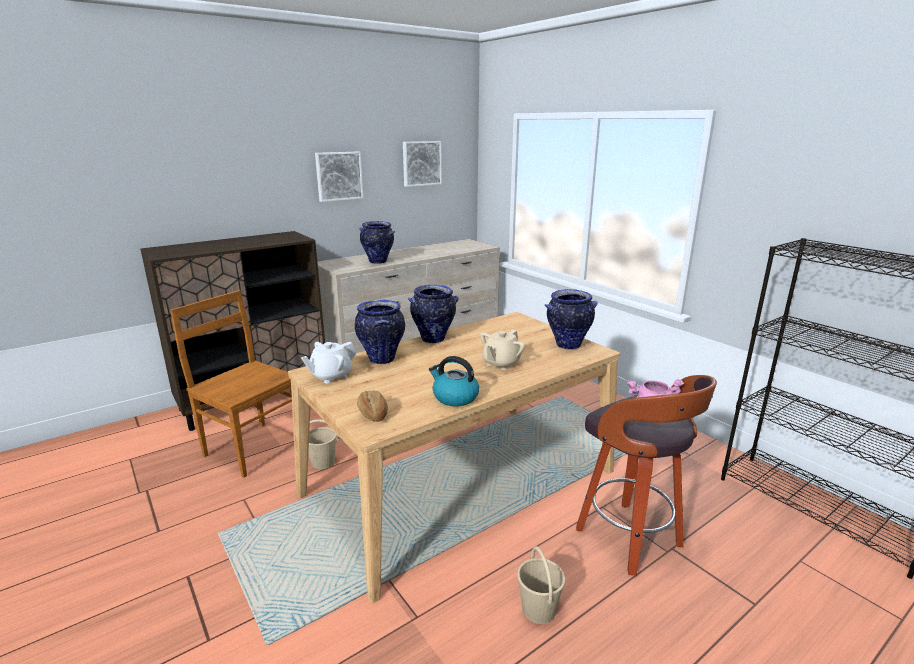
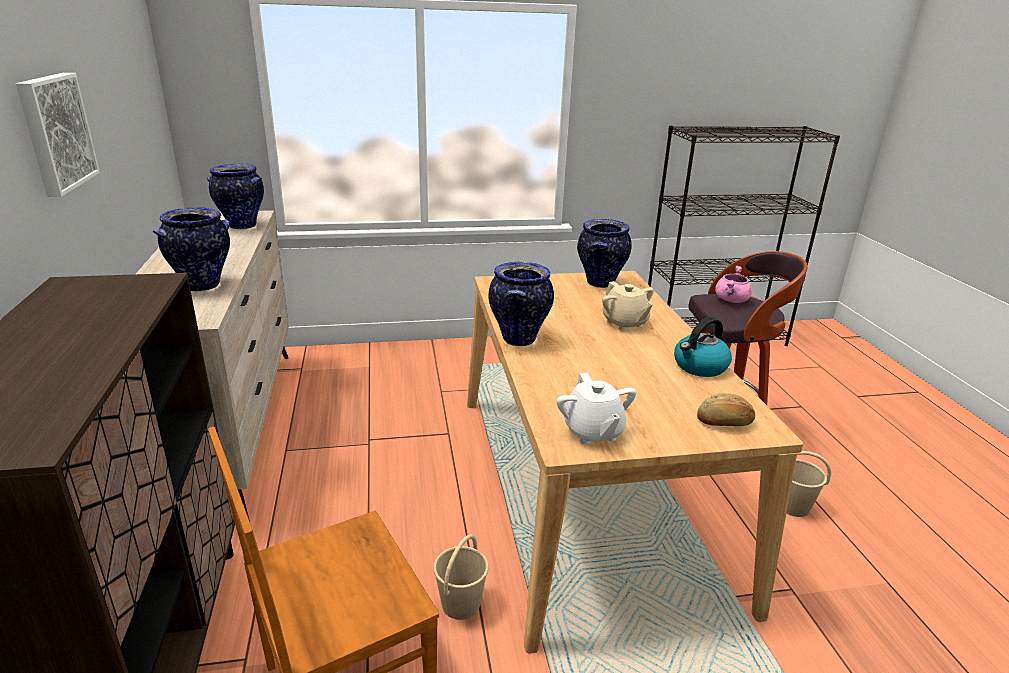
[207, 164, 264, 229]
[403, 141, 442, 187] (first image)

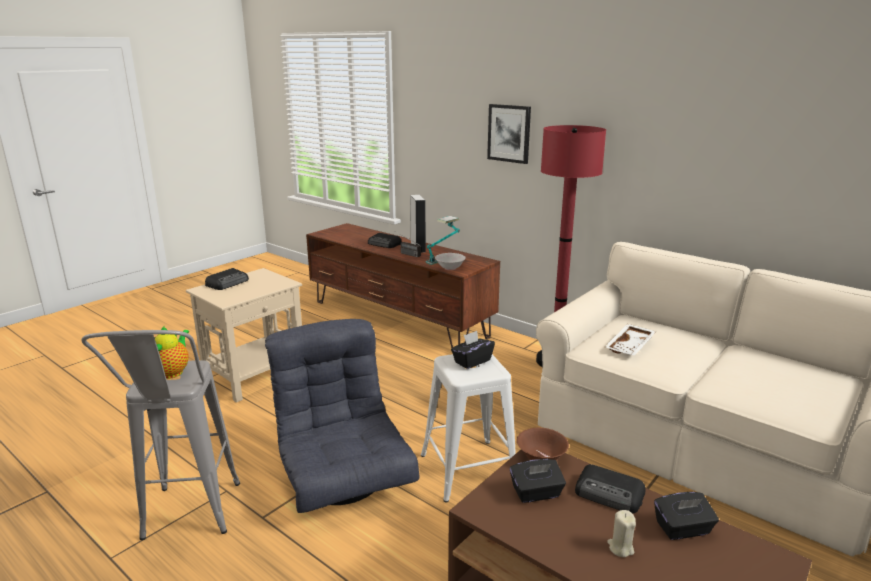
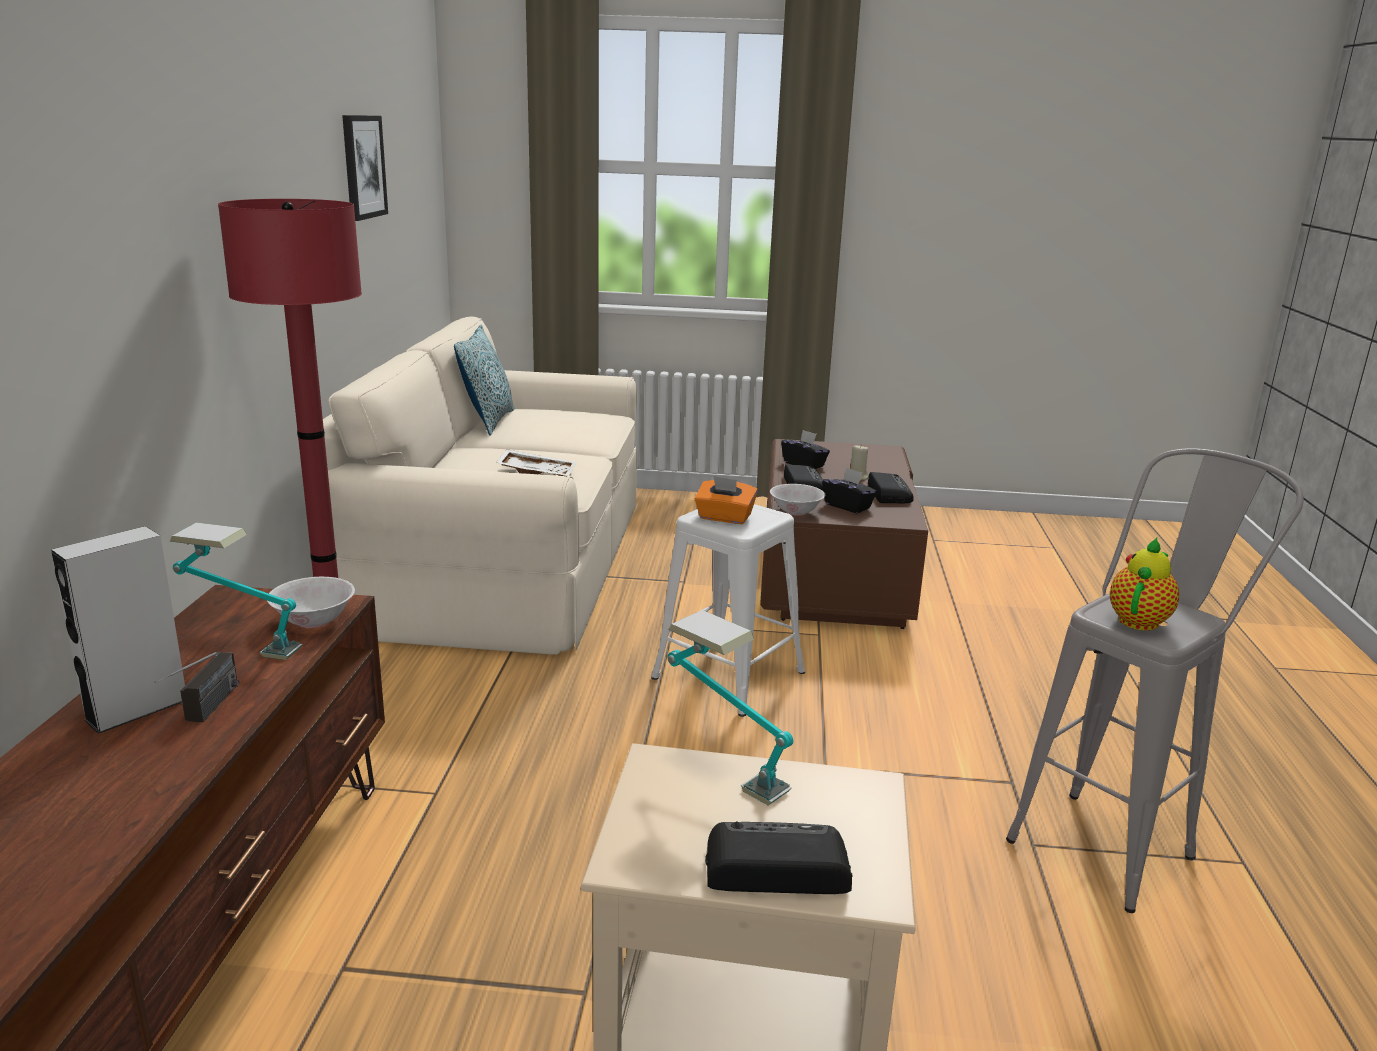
[342, 115, 388, 221]
[454, 325, 514, 436]
[667, 610, 793, 806]
[694, 476, 758, 524]
[770, 484, 825, 516]
[868, 472, 914, 503]
[1110, 537, 1179, 631]
[265, 319, 420, 513] (first image)

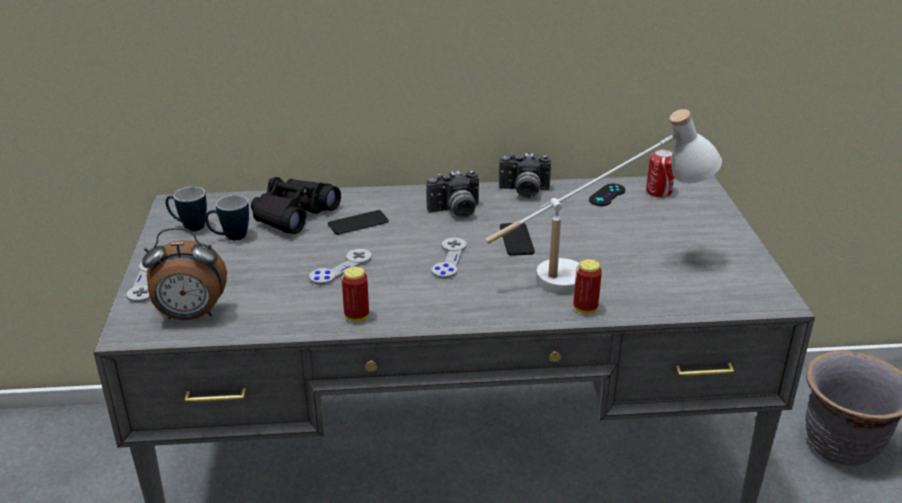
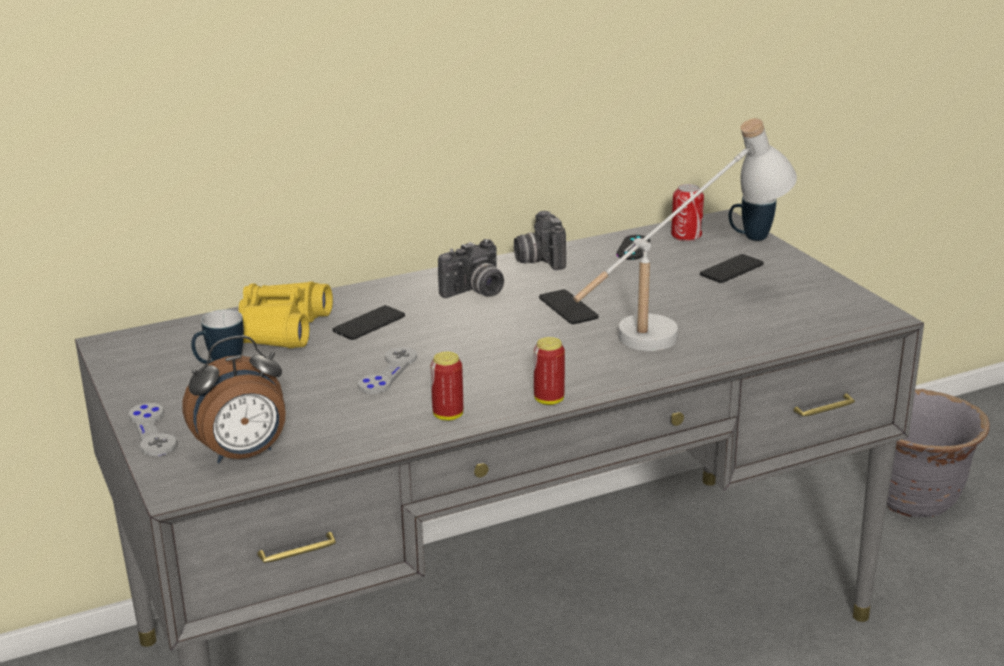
[239, 282, 333, 348]
[514, 211, 566, 270]
[534, 337, 565, 405]
[700, 254, 764, 283]
[729, 195, 777, 241]
[432, 237, 466, 279] (first image)

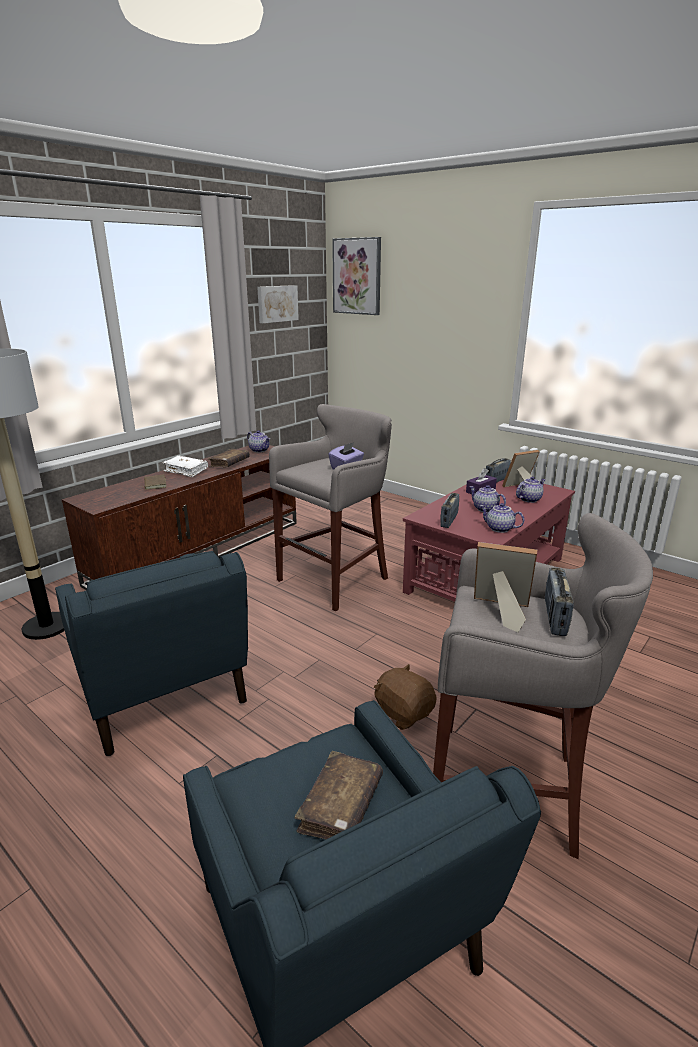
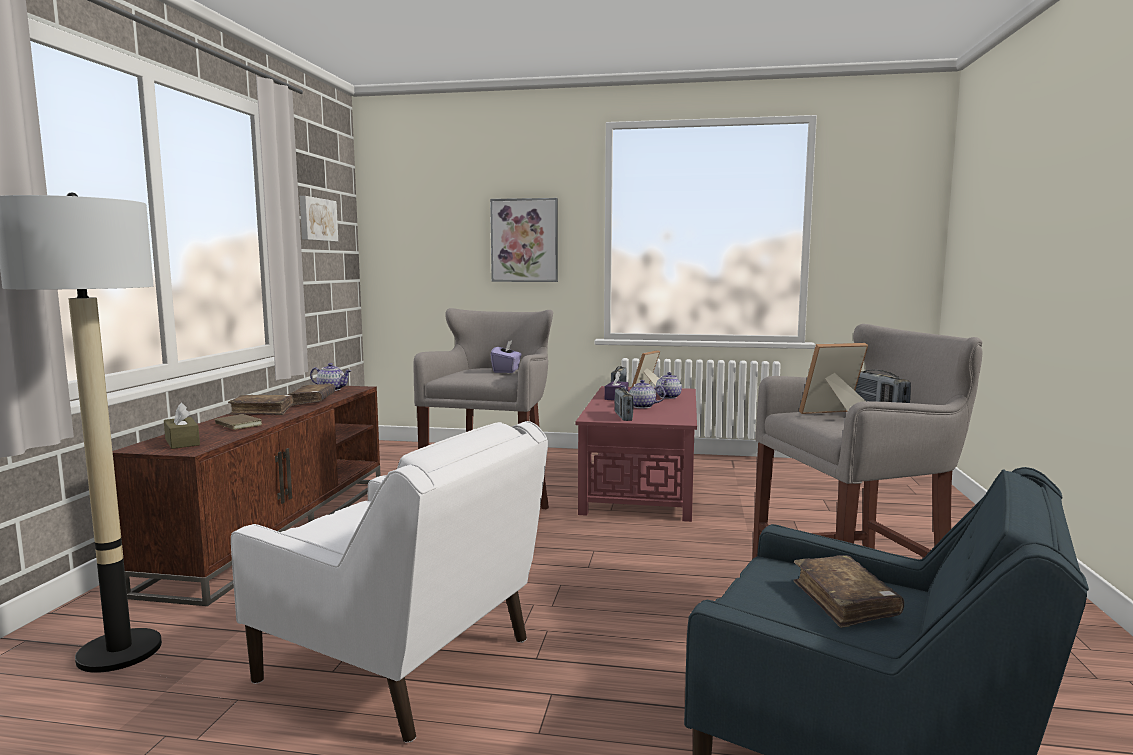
[164, 403, 200, 449]
[228, 395, 293, 415]
[231, 421, 548, 743]
[490, 198, 558, 282]
[374, 664, 437, 730] (first image)
[480, 503, 524, 533] (first image)

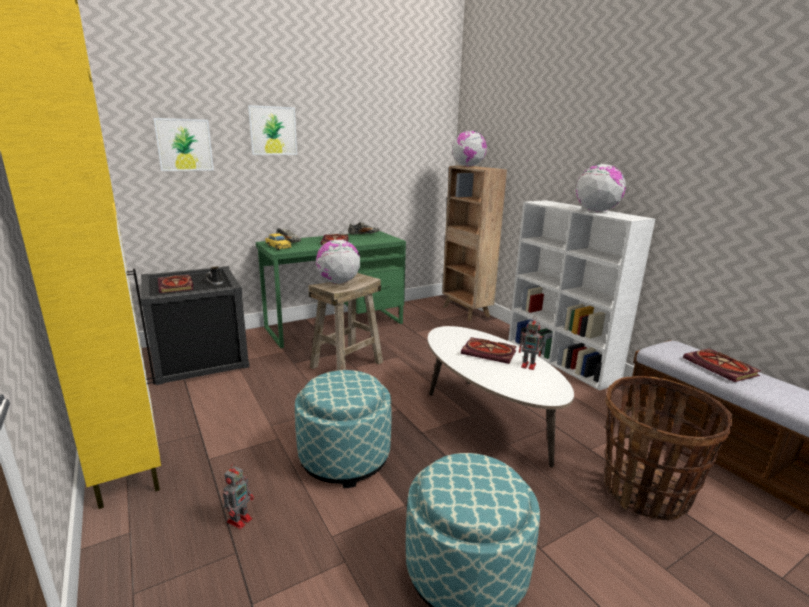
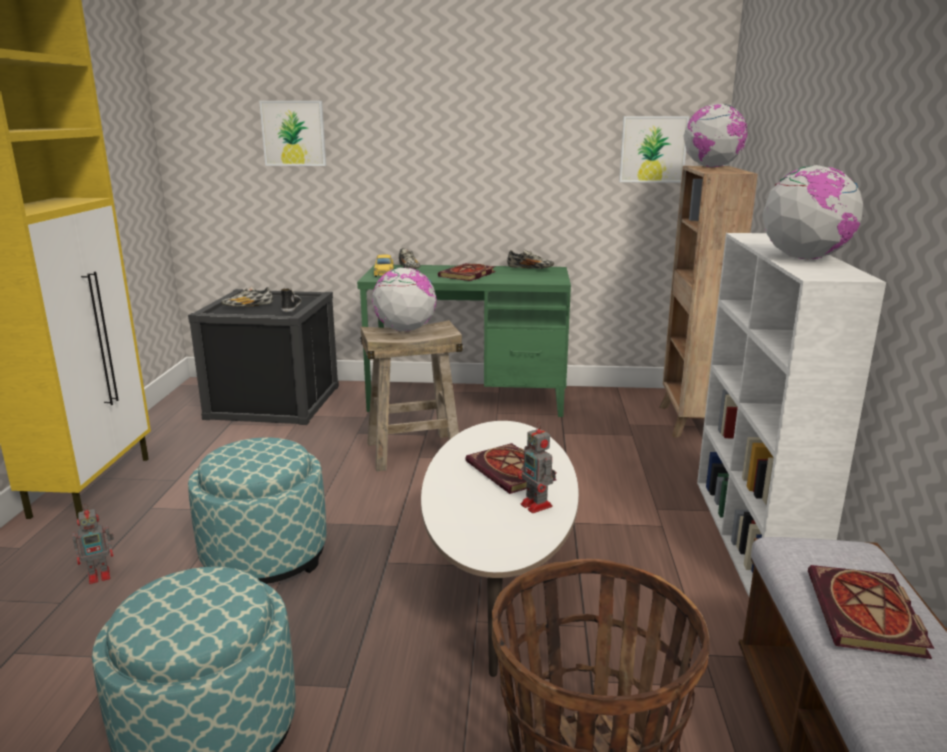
[221, 286, 273, 307]
[619, 116, 689, 183]

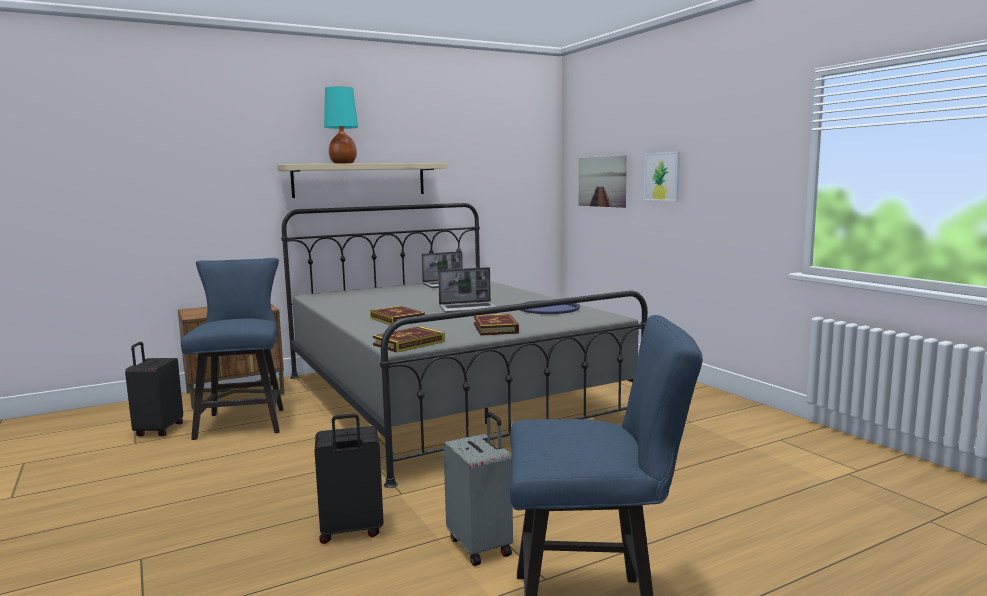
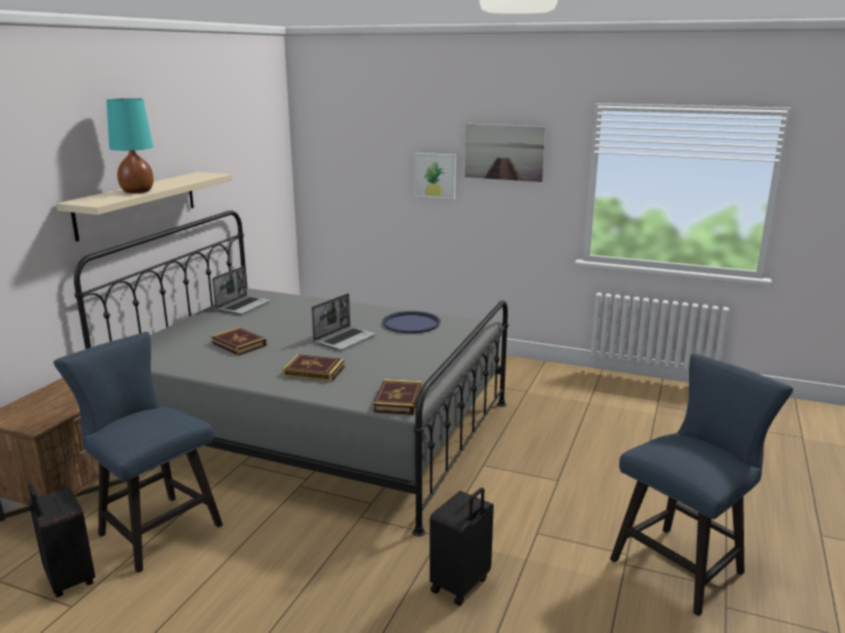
[210, 327, 267, 356]
[465, 123, 546, 182]
[443, 412, 513, 566] (first image)

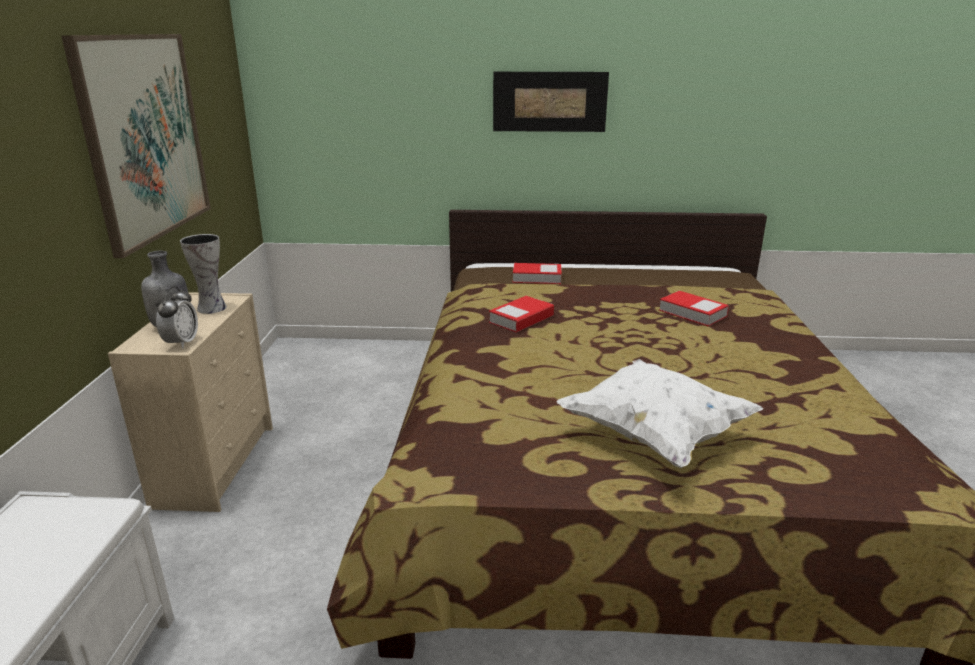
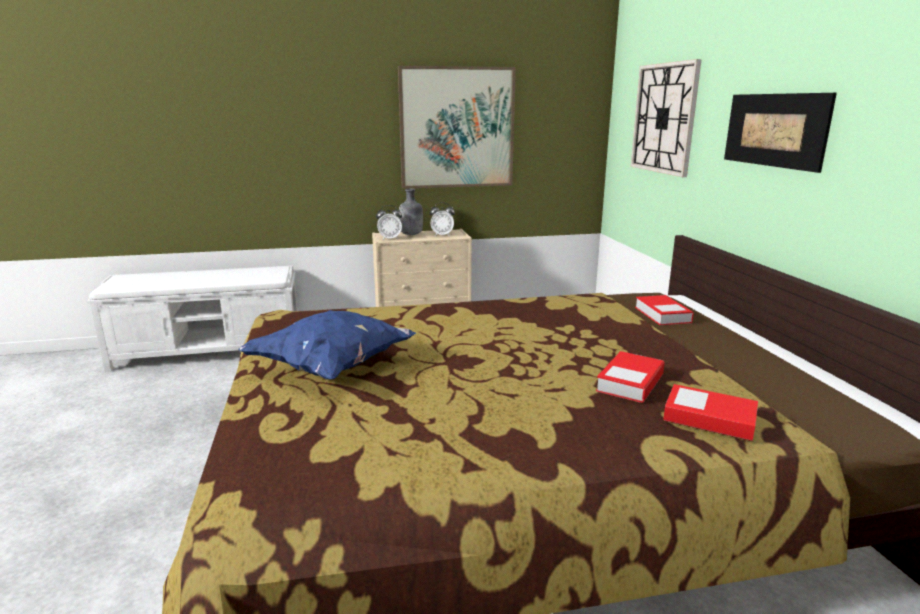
[238, 310, 416, 379]
[430, 202, 455, 237]
[631, 59, 702, 177]
[663, 384, 758, 441]

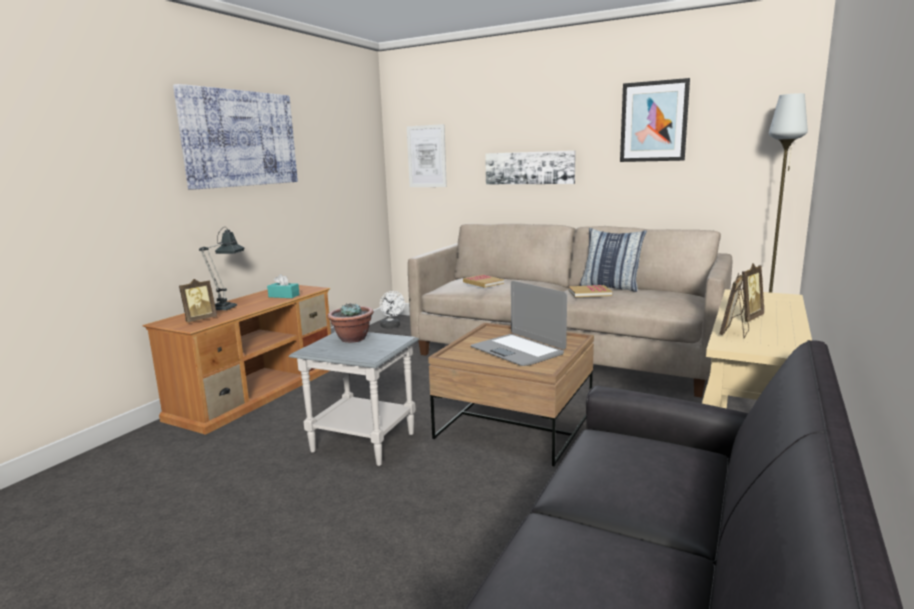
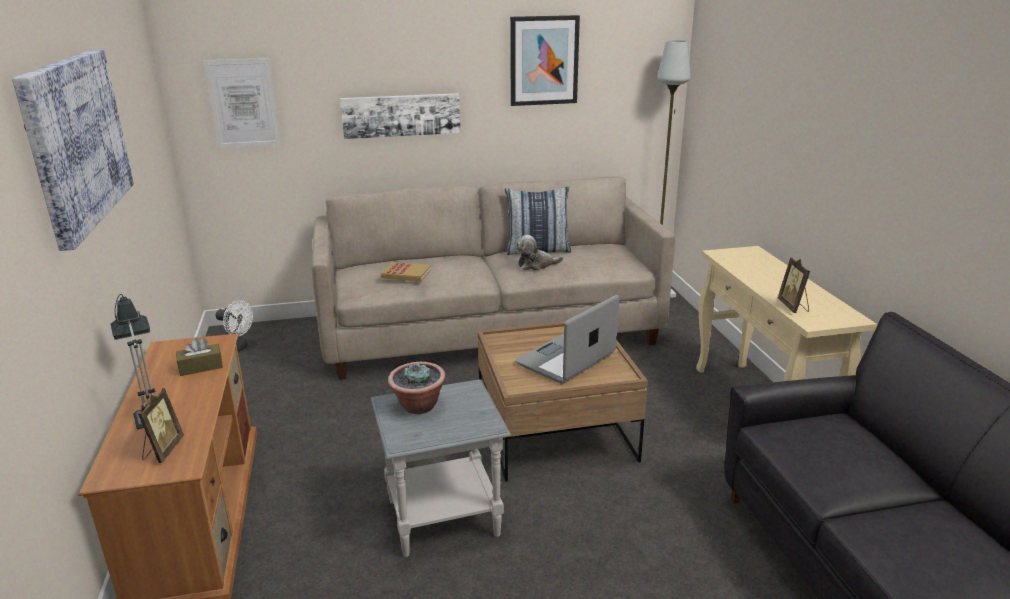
[176, 337, 223, 376]
[515, 295, 619, 384]
[516, 235, 563, 270]
[733, 263, 764, 322] (first image)

